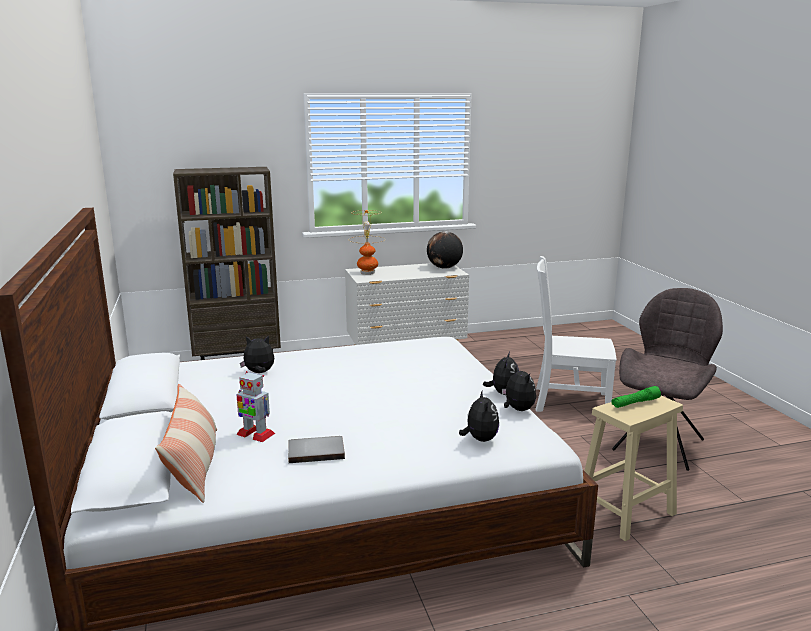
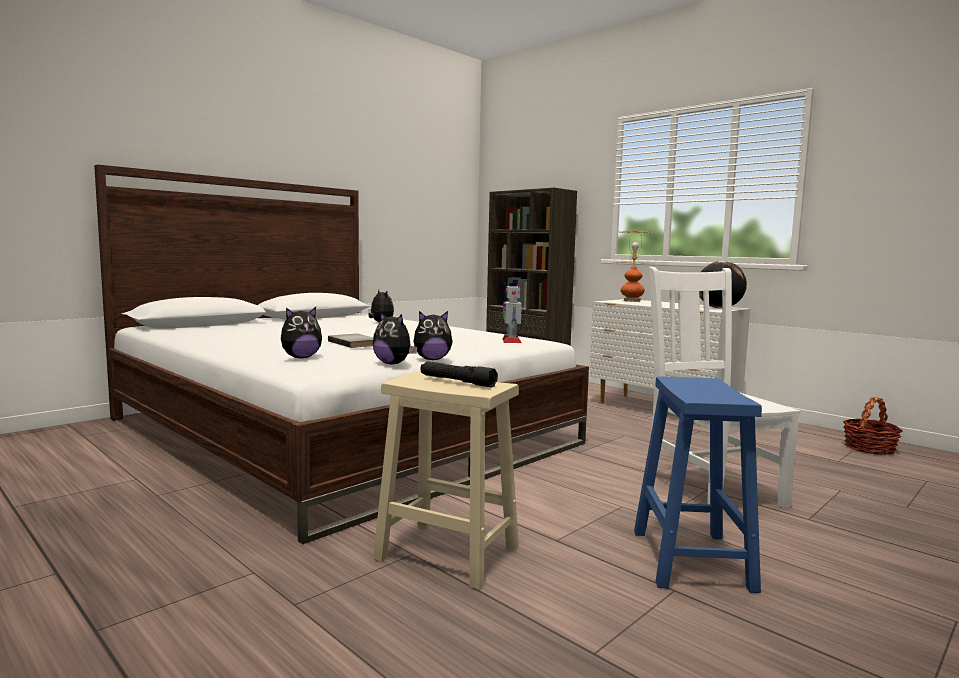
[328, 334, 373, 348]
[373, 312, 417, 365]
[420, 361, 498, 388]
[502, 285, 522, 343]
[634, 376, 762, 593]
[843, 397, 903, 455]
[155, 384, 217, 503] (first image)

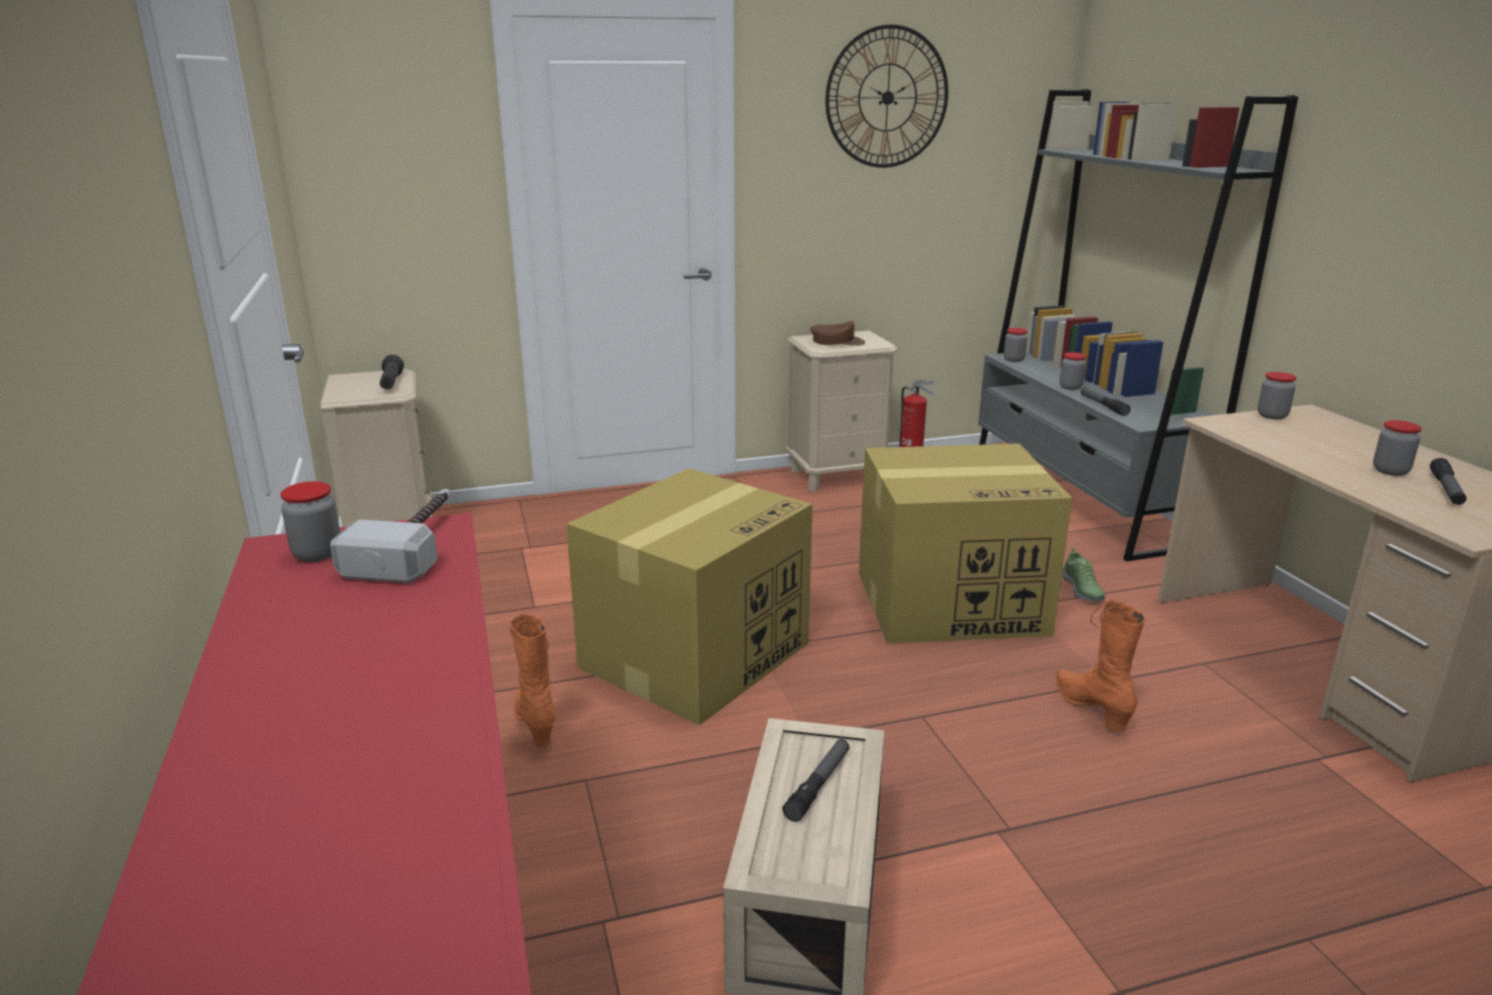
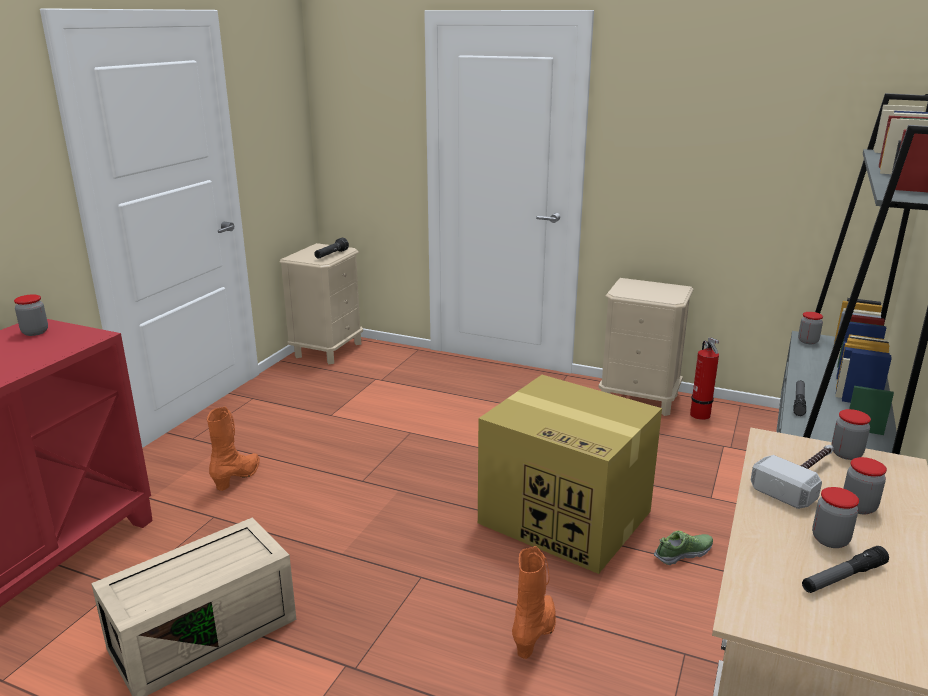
[654, 531, 713, 565]
[751, 445, 834, 509]
[843, 457, 887, 514]
[566, 468, 813, 725] (first image)
[782, 739, 849, 822] (first image)
[810, 321, 865, 346] (first image)
[825, 24, 948, 168] (first image)

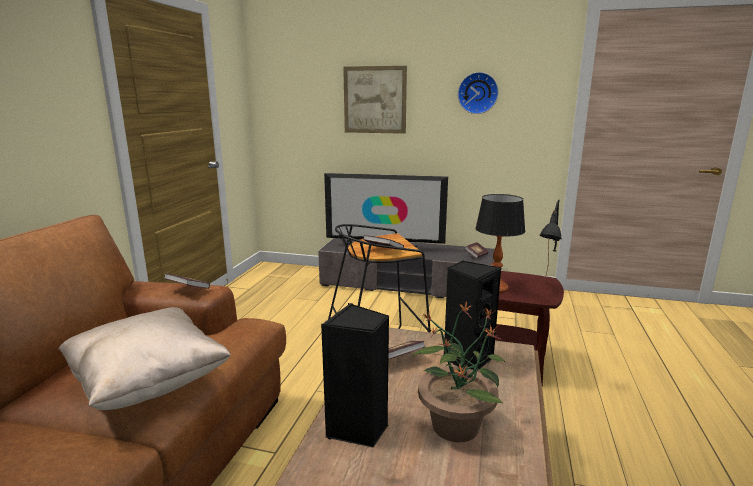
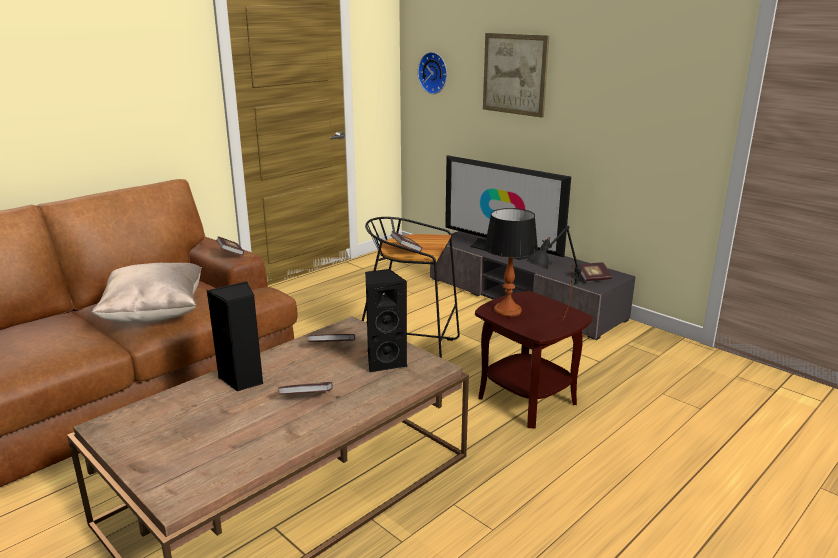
[279, 382, 333, 394]
[418, 52, 447, 94]

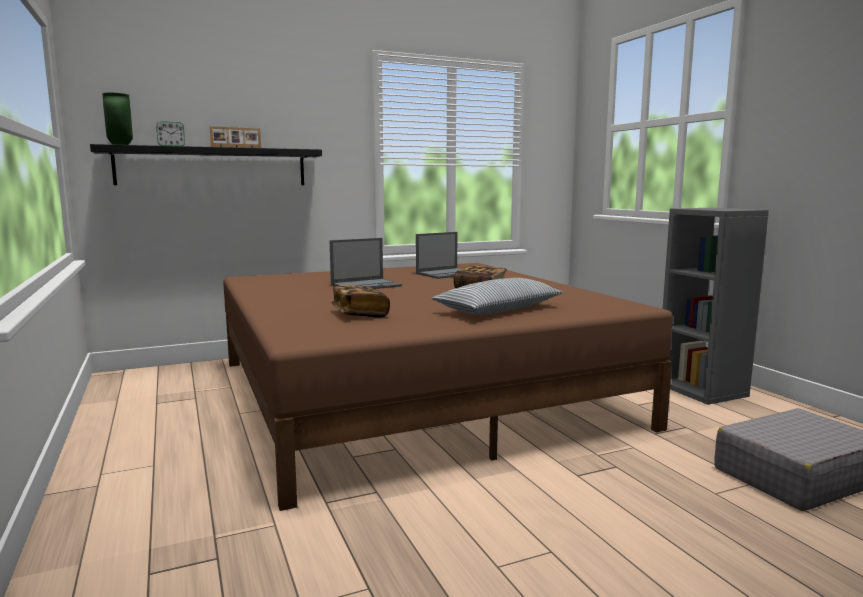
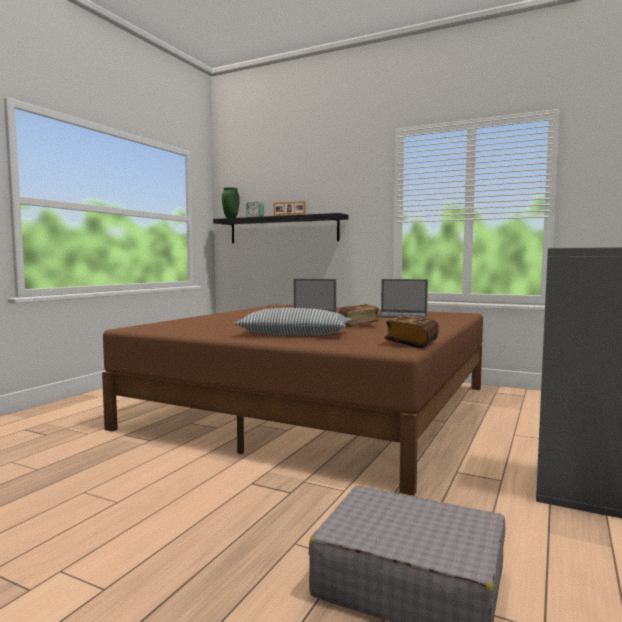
[384, 315, 439, 348]

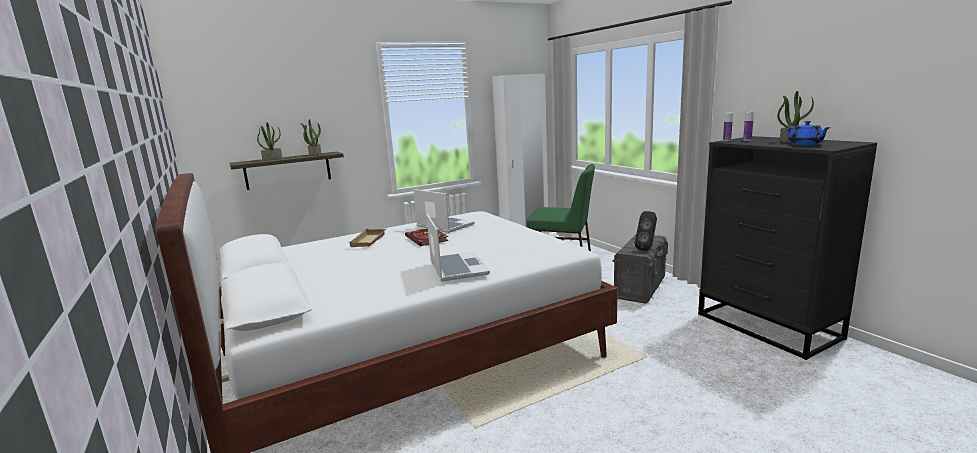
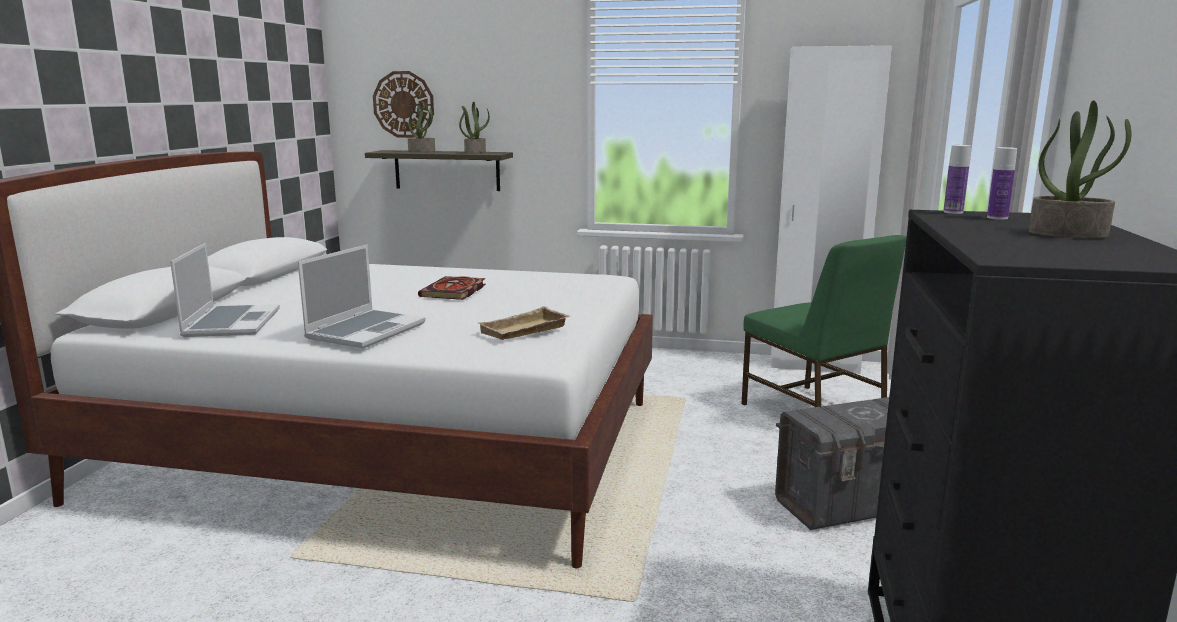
[170, 243, 280, 337]
[373, 71, 434, 138]
[478, 306, 569, 340]
[635, 211, 657, 251] (first image)
[787, 121, 831, 146] (first image)

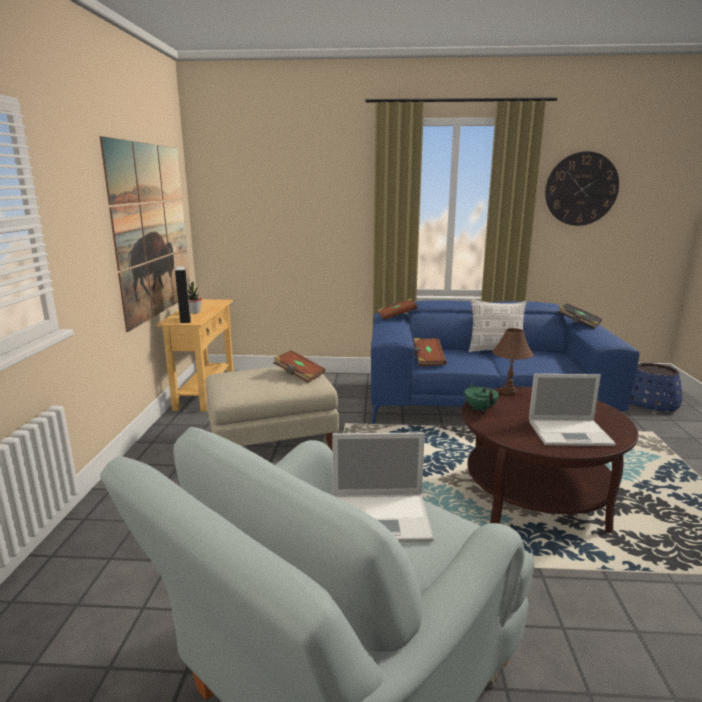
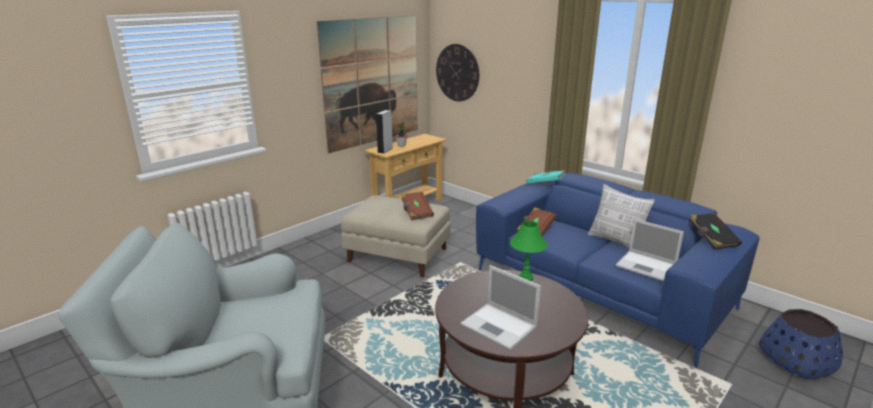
[436, 44, 479, 102]
[510, 221, 547, 281]
[526, 170, 566, 184]
[616, 219, 684, 281]
[465, 384, 499, 412] (first image)

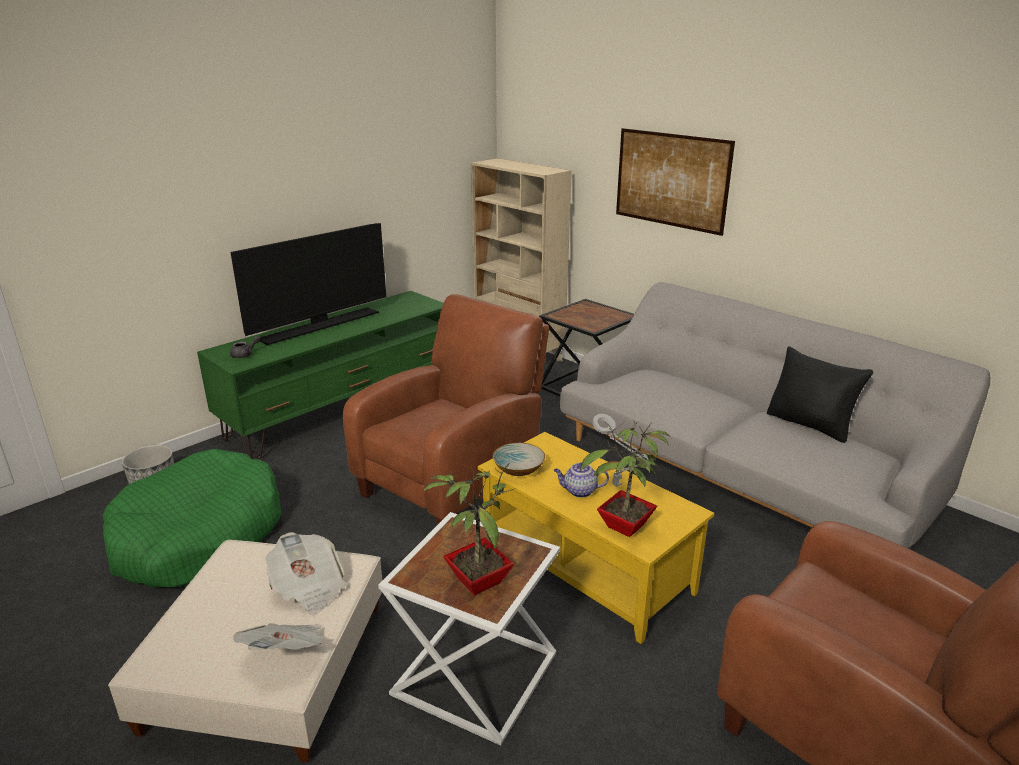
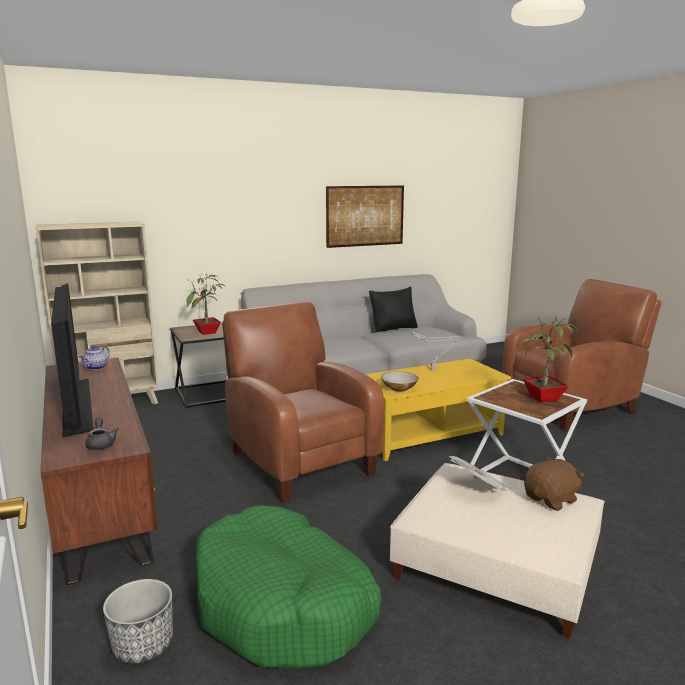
[40, 358, 158, 585]
[79, 346, 110, 370]
[186, 272, 225, 335]
[326, 186, 404, 248]
[524, 457, 584, 511]

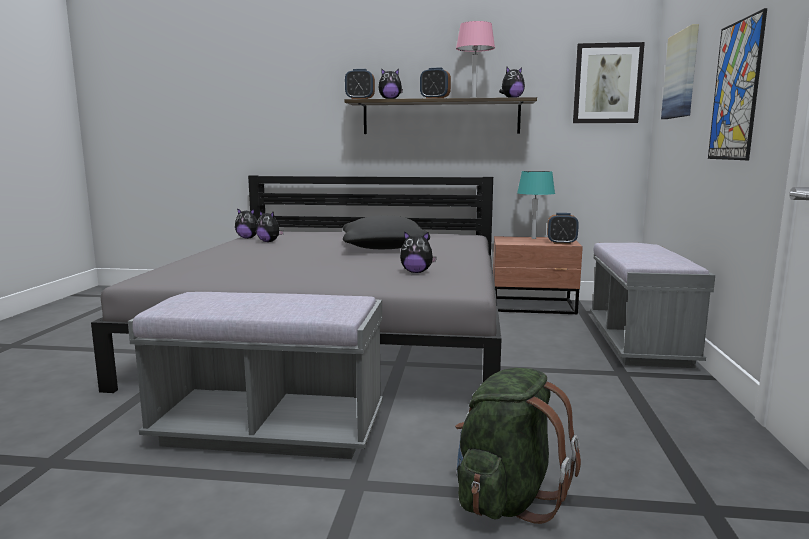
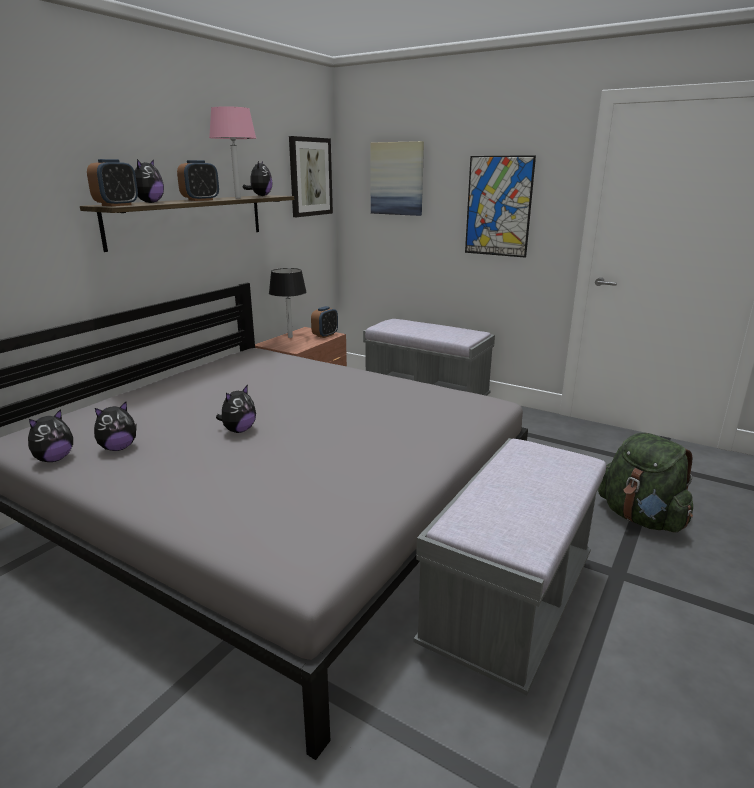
[216, 385, 256, 433]
[269, 268, 307, 338]
[342, 215, 430, 249] (first image)

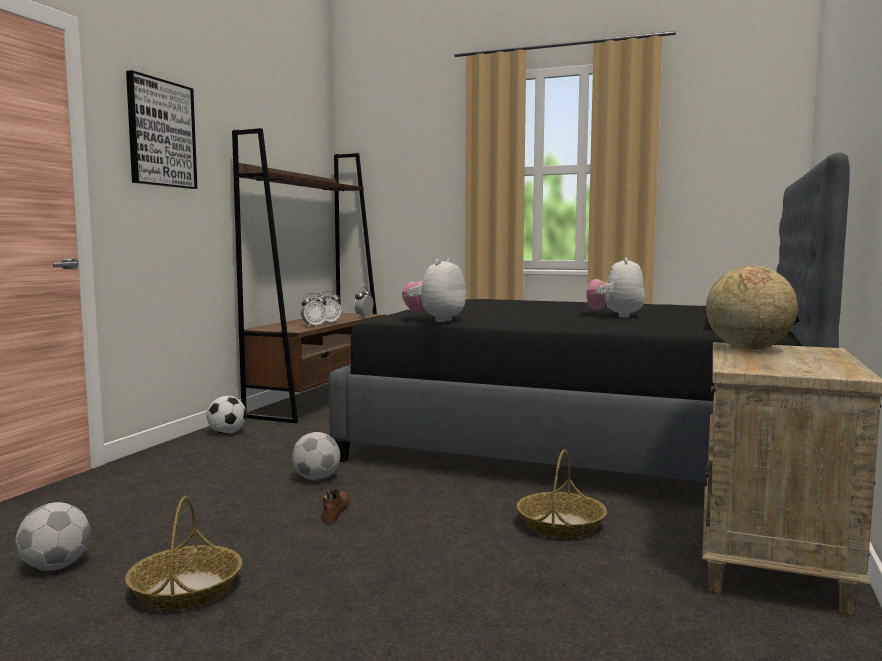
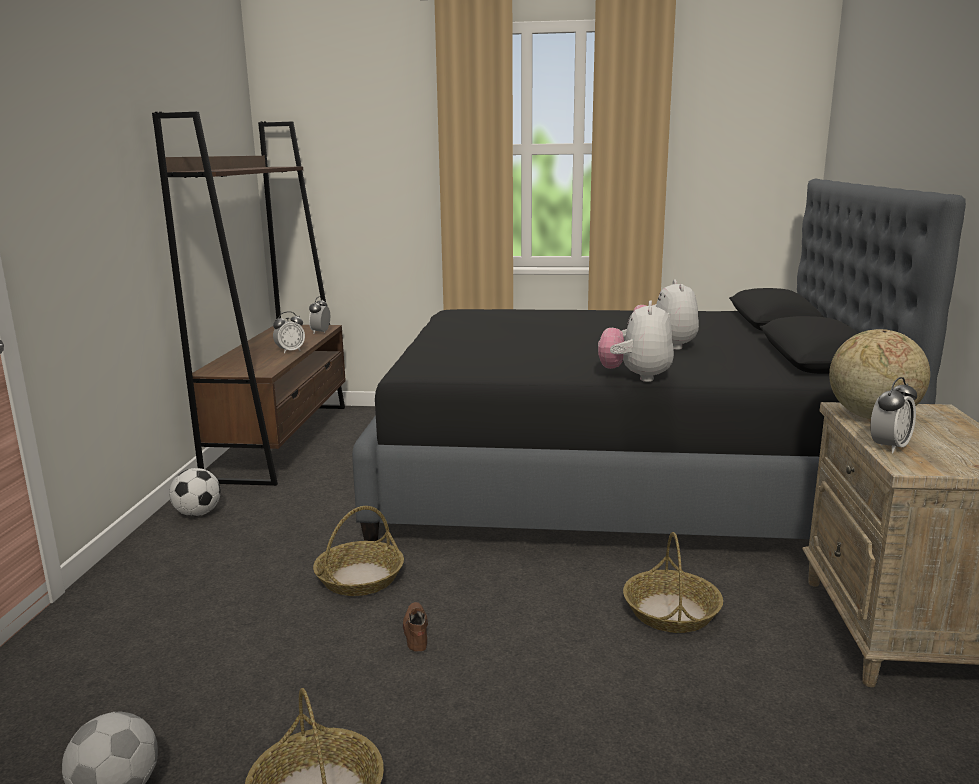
[313, 506, 404, 596]
[598, 300, 674, 382]
[870, 377, 917, 453]
[126, 70, 197, 189] (first image)

